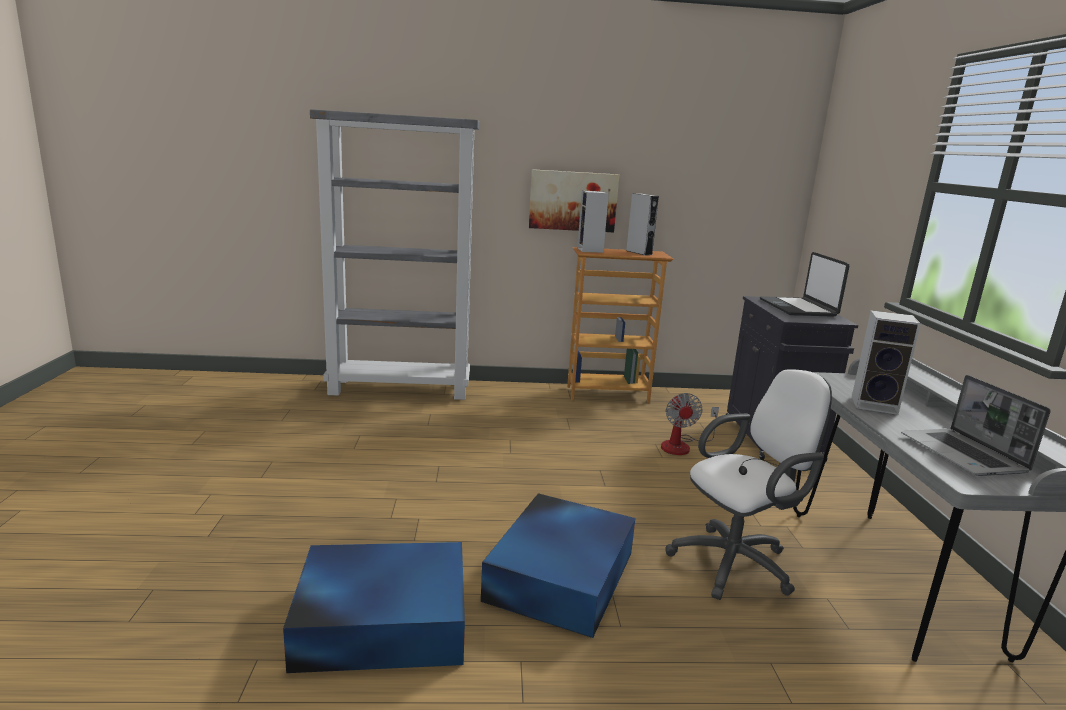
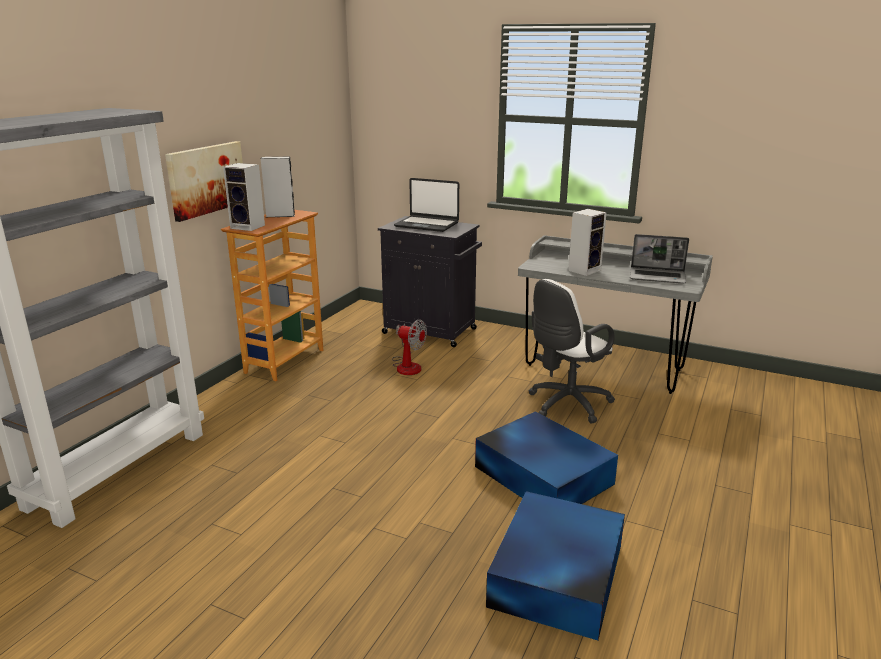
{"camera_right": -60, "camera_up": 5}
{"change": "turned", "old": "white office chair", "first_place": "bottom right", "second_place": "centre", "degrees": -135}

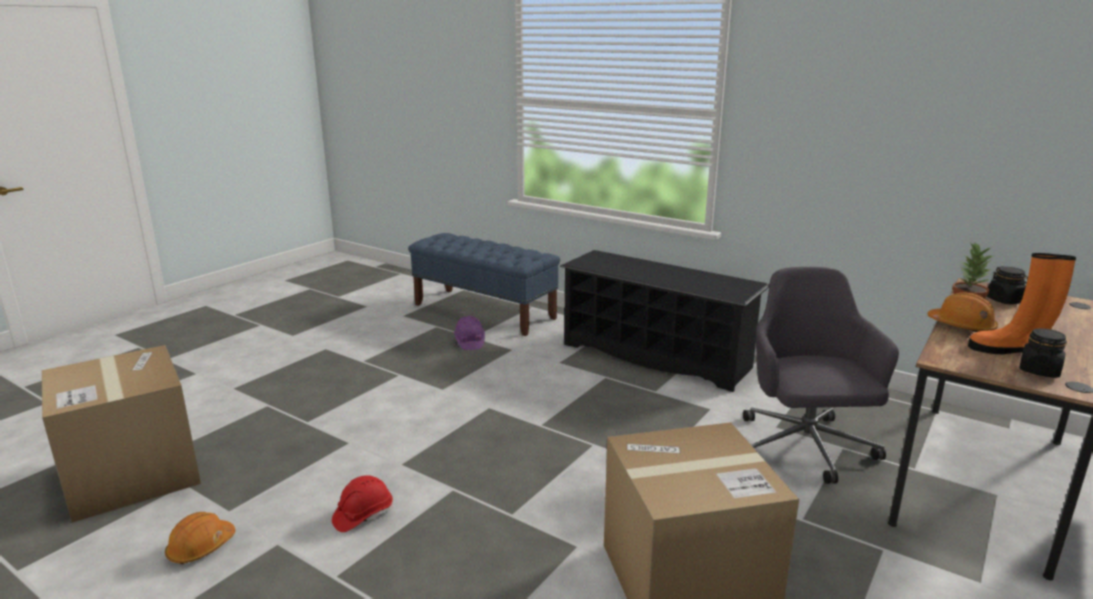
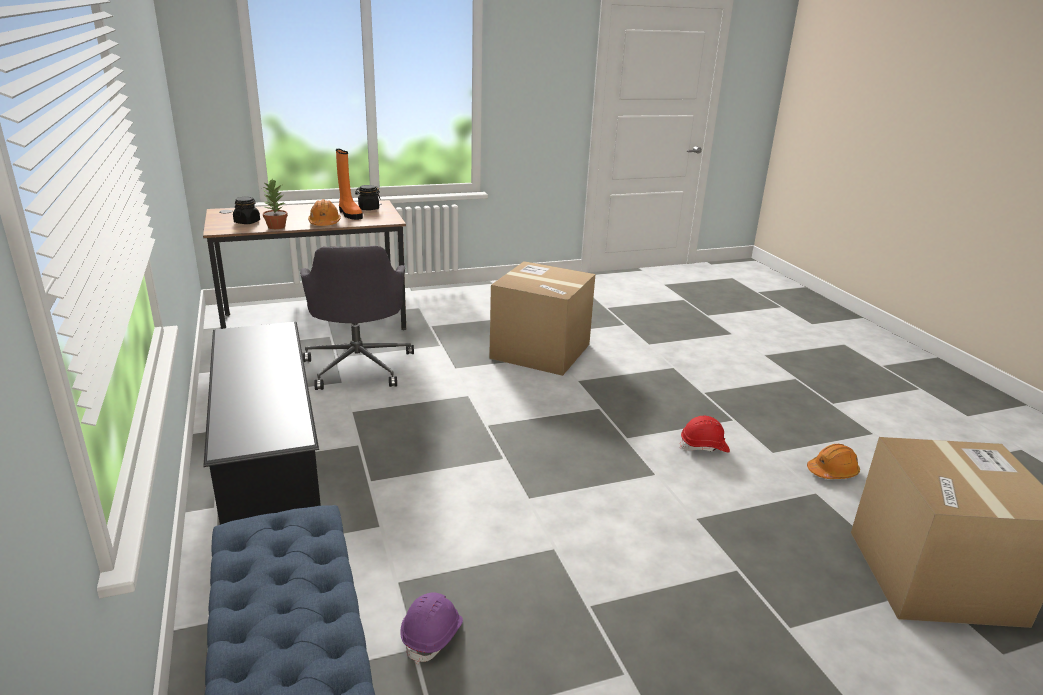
{"camera_right": -145, "camera_up": 5}
{"change": "turned", "old": "grey office chair", "first_place": "middle right", "second_place": "centre", "degrees": -45}

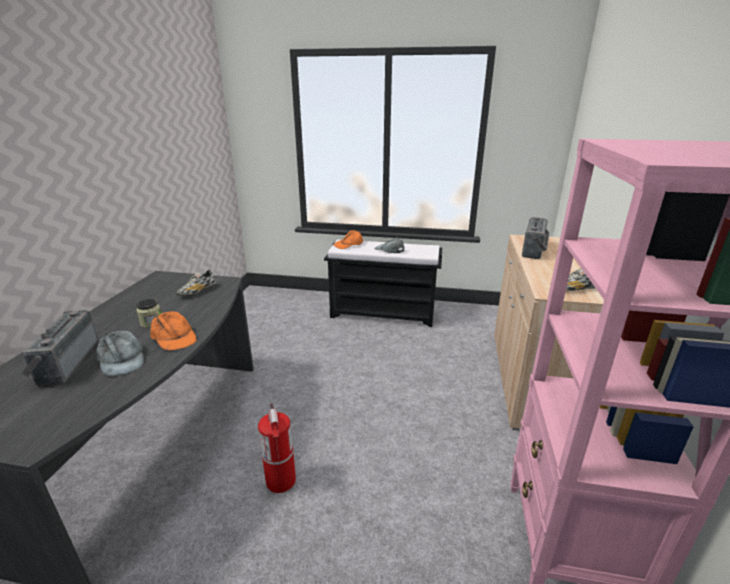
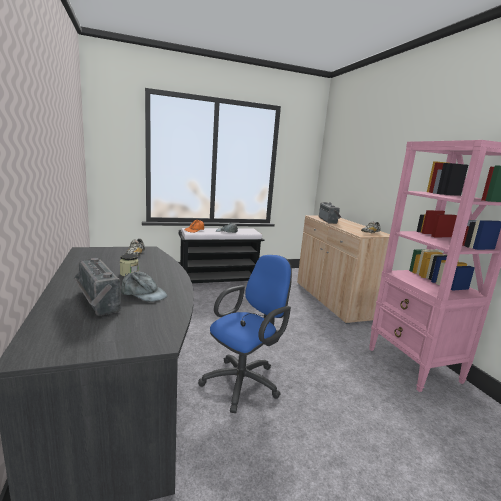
{"camera_right": -30, "camera_up": -10}
{"change": "removed", "old": "orange cap (1st from left)", "first_place": "middle left"}
{"change": "replaced", "old": "fire extinguisher", "new": "blue office chair", "first_place": "bottom centre", "second_place": "bottom centre"}

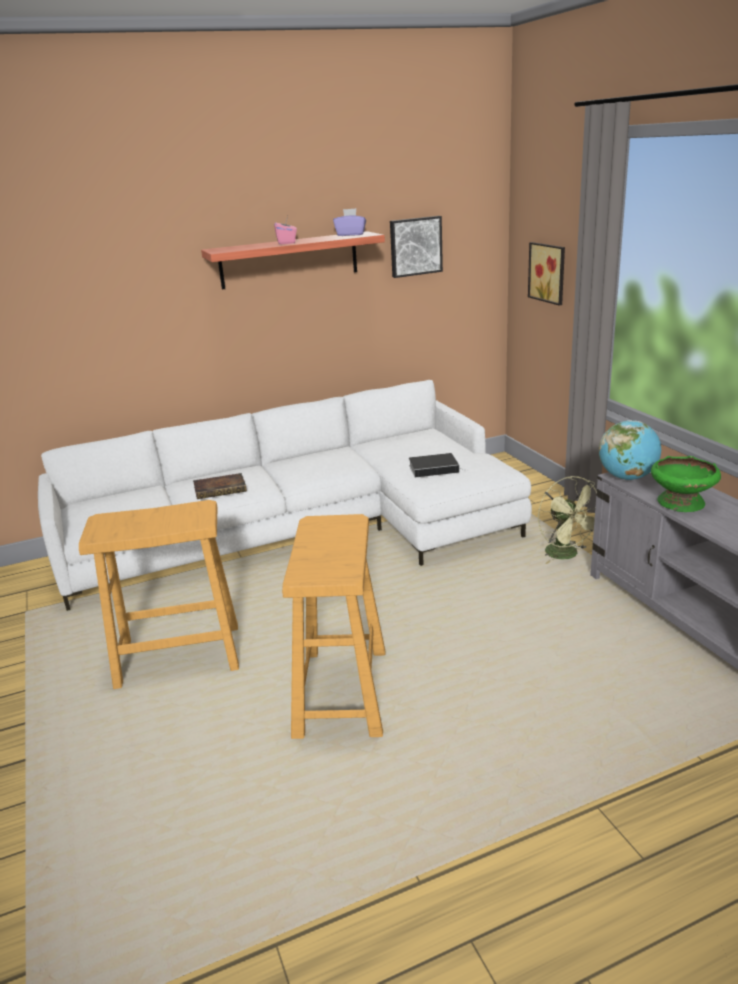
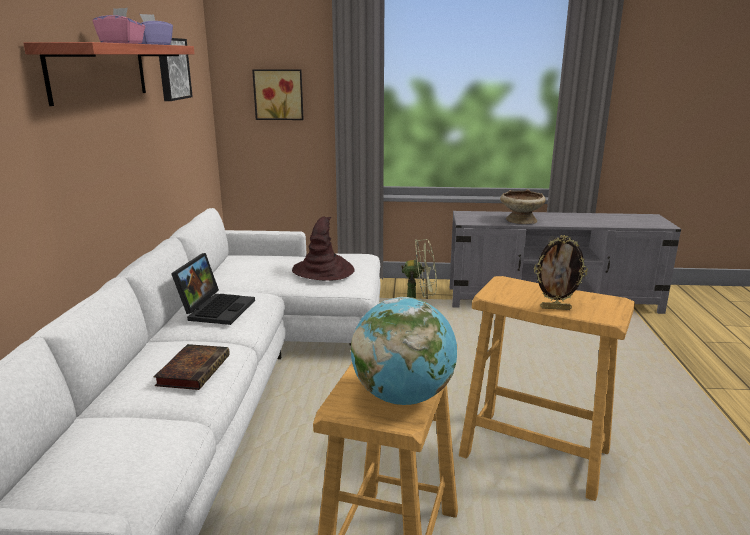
{"camera_right": -65, "camera_up": -5}
{"change": "moved", "old": "globe", "first_place": "middle right", "second_place": "centre"}
{"change": "replaced", "old": "book (2nd from left)", "new": "brown hat", "first_place": "centre", "second_place": "centre"}
{"change": "recoloured", "old": "green bowl", "new": "beige bowl", "first_place": "middle right", "second_place": "middle right"}
{"change": "added", "new": "picture frame", "second_place": "middle right"}
{"change": "added", "new": "laptop", "second_place": "middle left"}

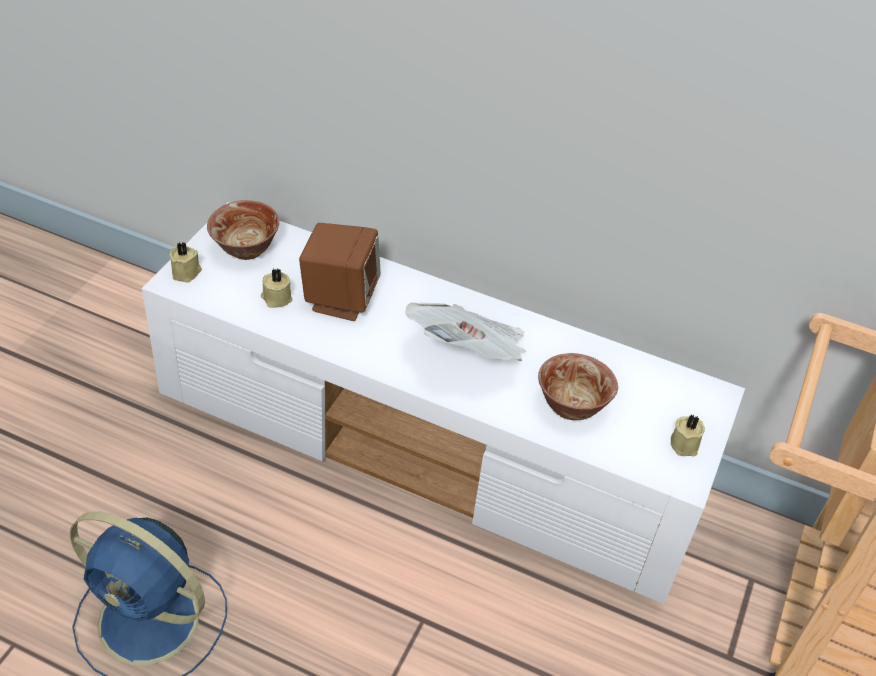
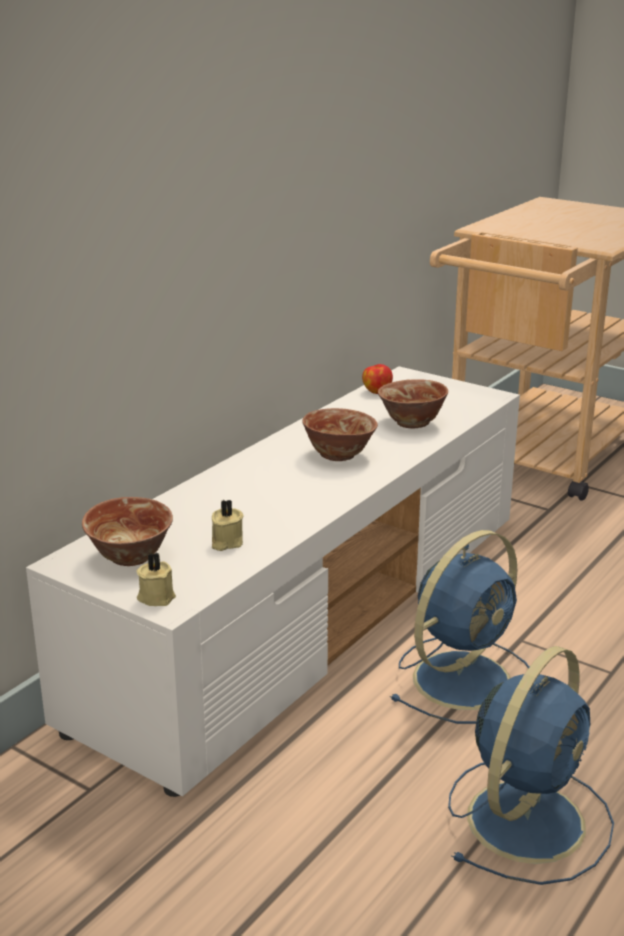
{"camera_right": -75, "camera_up": -20}
{"change": "removed", "old": "brown speaker", "first_place": "centre"}
{"change": "replaced", "old": "newspaper", "new": "bowl (2nd from left)", "first_place": "centre", "second_place": "centre"}
{"change": "removed", "old": "beige candle (3rd from left)", "first_place": "middle right"}
{"change": "added", "new": "apple", "second_place": "centre"}
{"change": "added", "new": "blue fan (1st from left)", "second_place": "bottom right"}

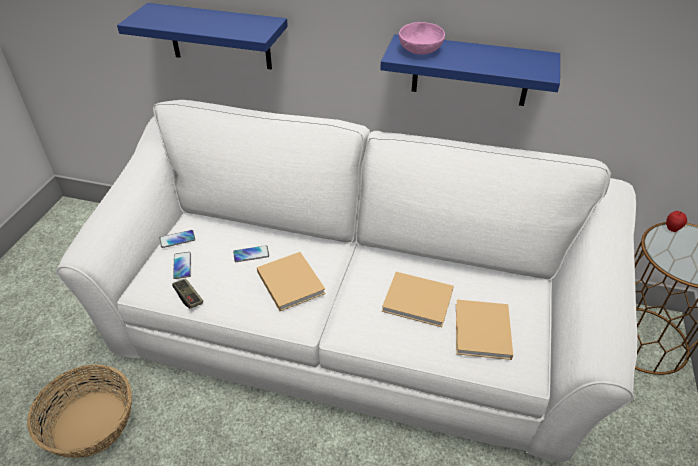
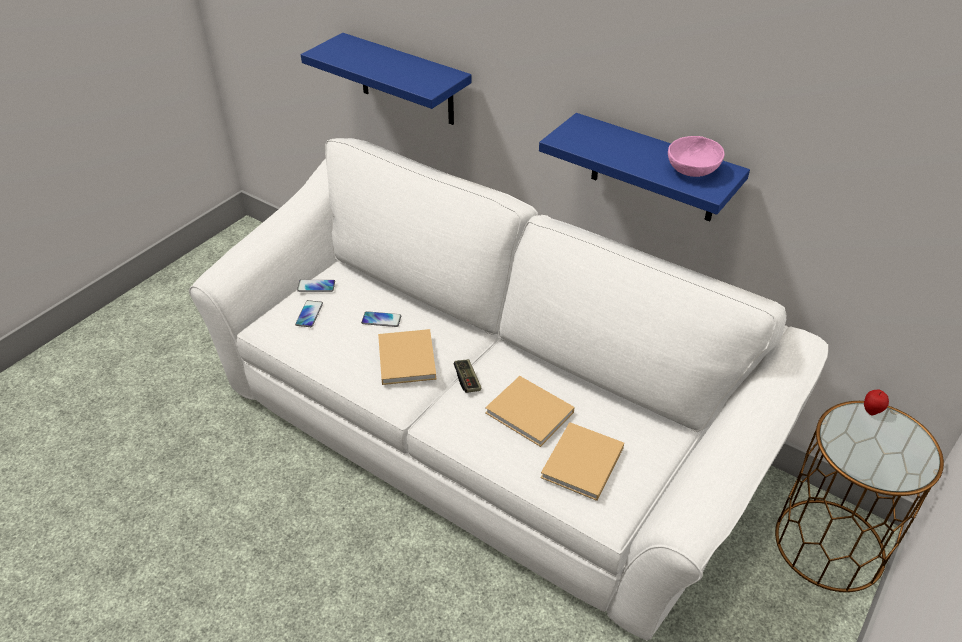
{"camera_right": 20, "camera_up": 0}
{"change": "moved", "old": "pink bowl", "first_place": "top centre", "second_place": "top right"}
{"change": "moved", "old": "game controller", "first_place": "middle left", "second_place": "centre"}
{"change": "removed", "old": "basket", "first_place": "bottom left"}

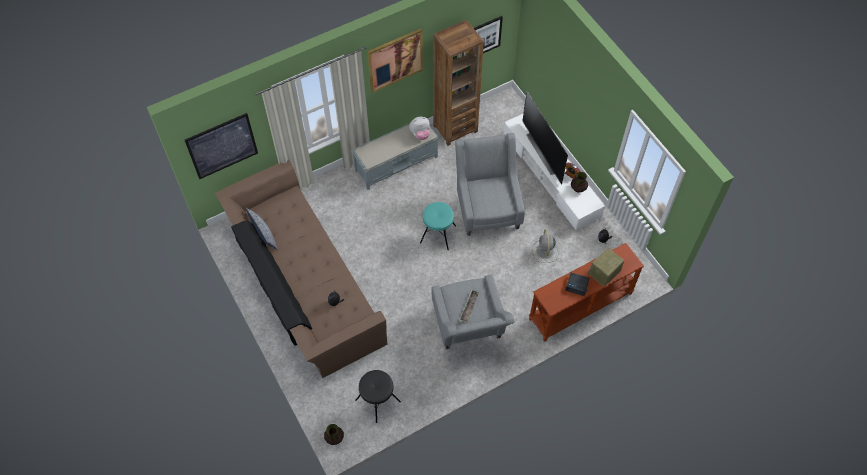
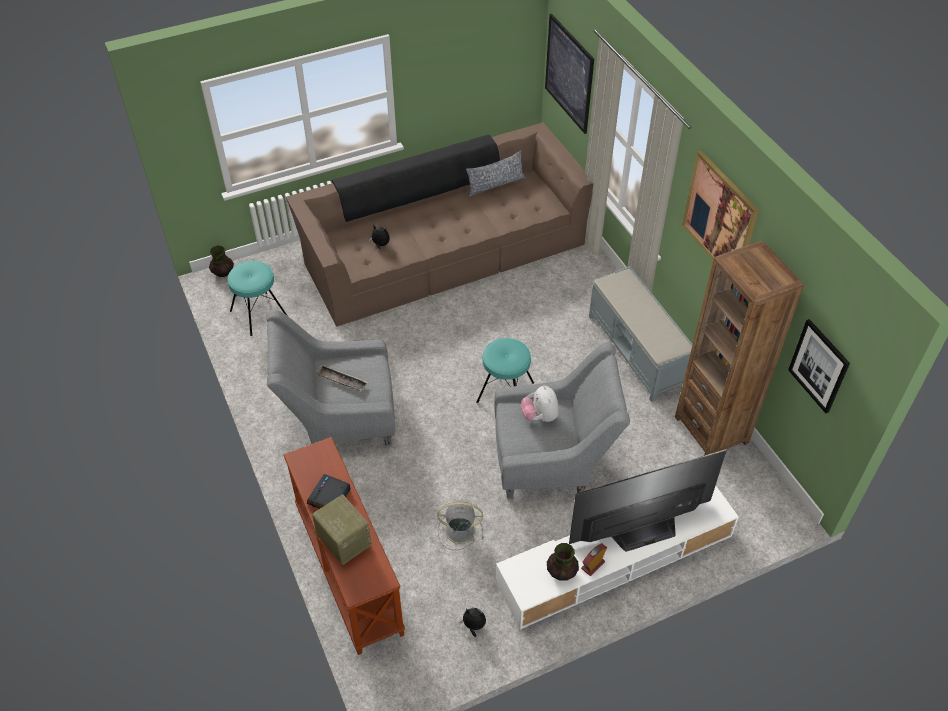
{"camera_right": 95, "camera_up": -10}
{"change": "moved", "old": "plush toy (2nd from left in the first image)", "new": "plush toy (3rd from left)", "first_place": "top centre", "second_place": "centre"}
{"change": "recoloured", "old": "black stool", "new": "turquoise stool (1st from left)", "first_place": "bottom centre", "second_place": "middle left"}

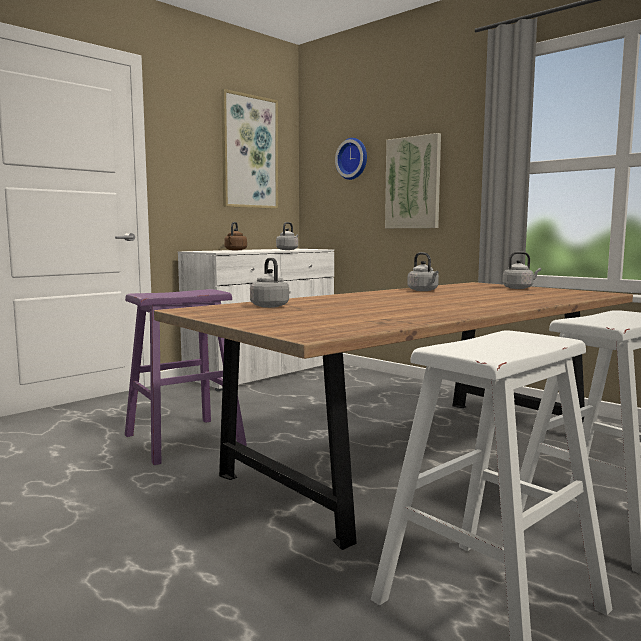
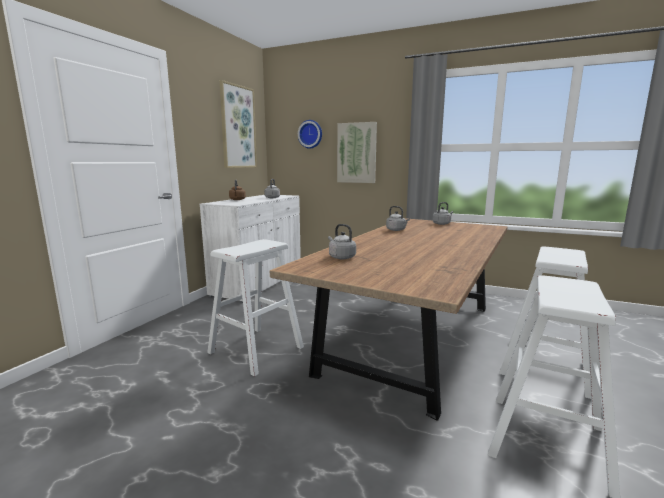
{"camera_right": -20, "camera_up": 5}
{"change": "recoloured", "old": "purple stool", "new": "white stool (1st from left)", "first_place": "middle left", "second_place": "centre"}

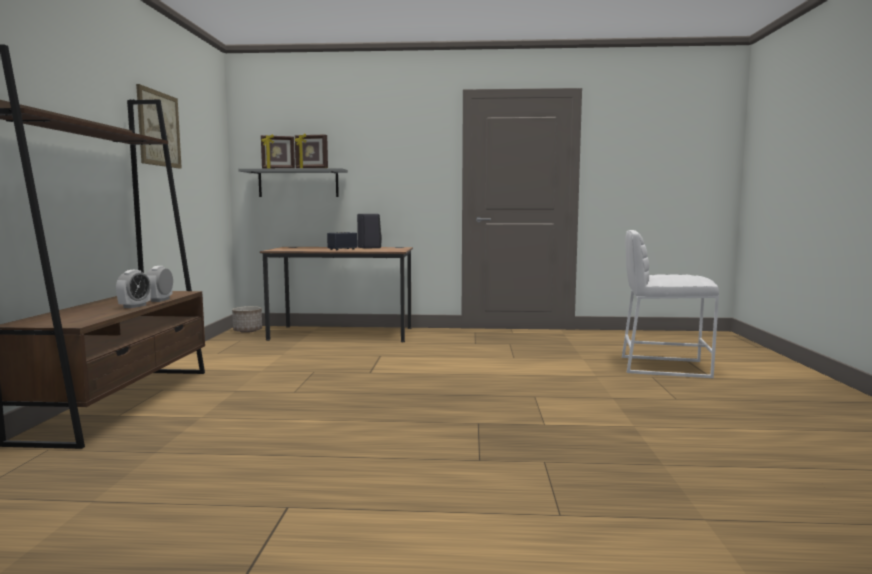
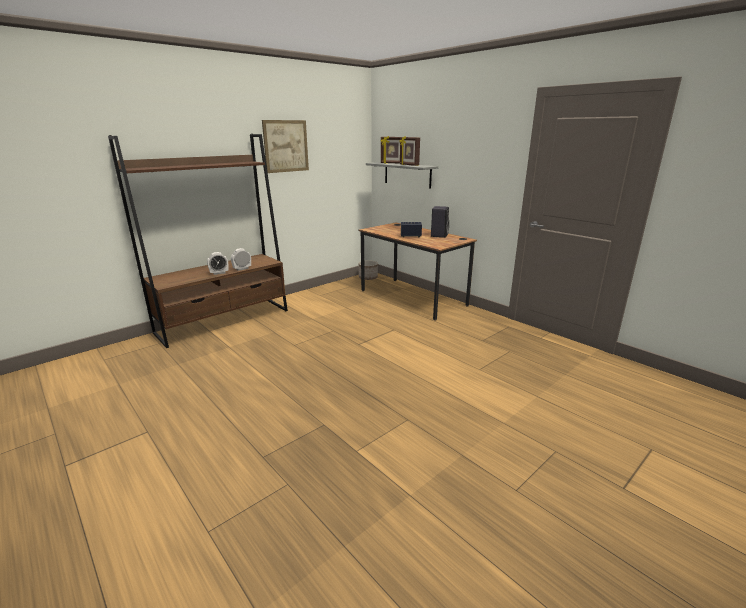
{"camera_right": 45, "camera_up": 15}
{"change": "removed", "old": "white stool", "first_place": "middle right"}

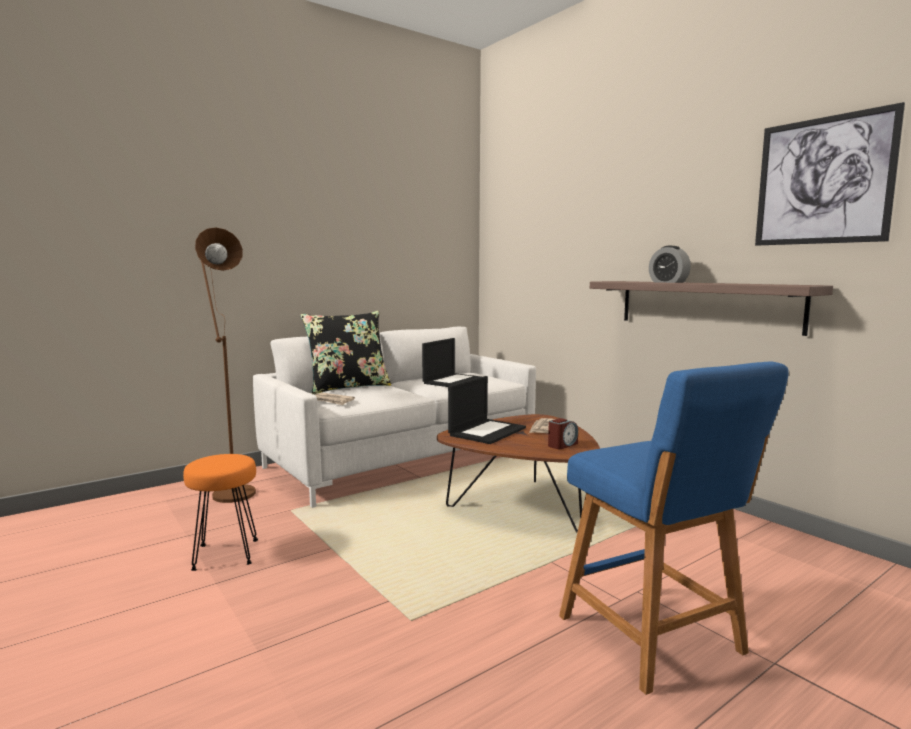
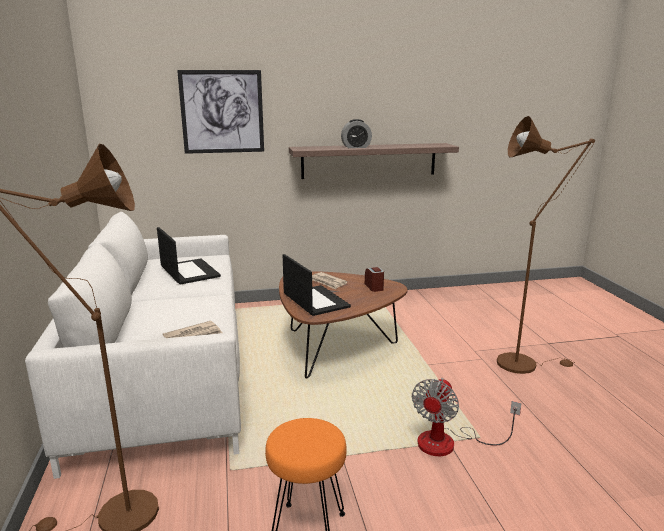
{"camera_right": -65, "camera_up": 10}
{"change": "moved", "old": "picture", "first_place": "top right", "second_place": "top left"}
{"change": "removed", "old": "black pillow", "first_place": "centre"}
{"change": "replaced", "old": "blue stool", "new": "brown floor lamp (2nd from left)", "first_place": "bottom right", "second_place": "middle right"}
{"change": "added", "new": "fan", "second_place": "bottom right"}

